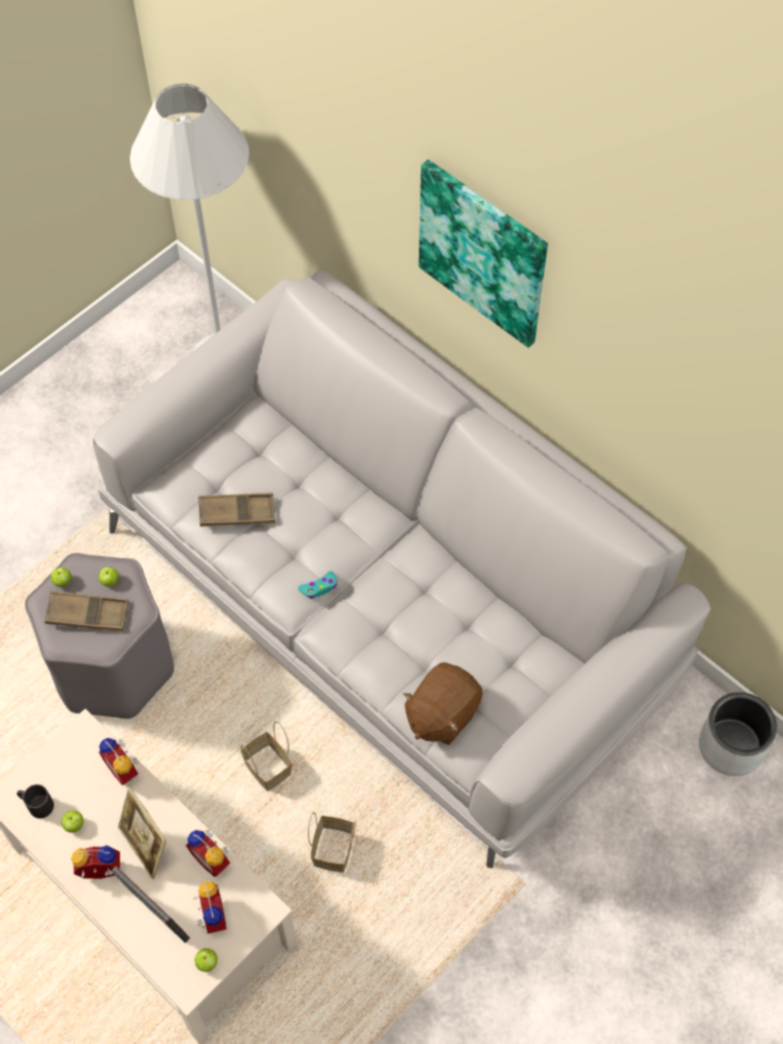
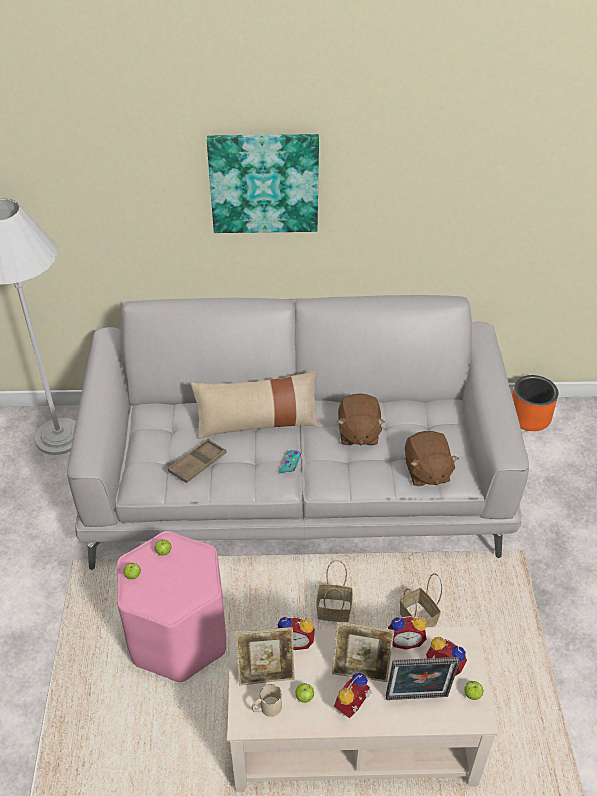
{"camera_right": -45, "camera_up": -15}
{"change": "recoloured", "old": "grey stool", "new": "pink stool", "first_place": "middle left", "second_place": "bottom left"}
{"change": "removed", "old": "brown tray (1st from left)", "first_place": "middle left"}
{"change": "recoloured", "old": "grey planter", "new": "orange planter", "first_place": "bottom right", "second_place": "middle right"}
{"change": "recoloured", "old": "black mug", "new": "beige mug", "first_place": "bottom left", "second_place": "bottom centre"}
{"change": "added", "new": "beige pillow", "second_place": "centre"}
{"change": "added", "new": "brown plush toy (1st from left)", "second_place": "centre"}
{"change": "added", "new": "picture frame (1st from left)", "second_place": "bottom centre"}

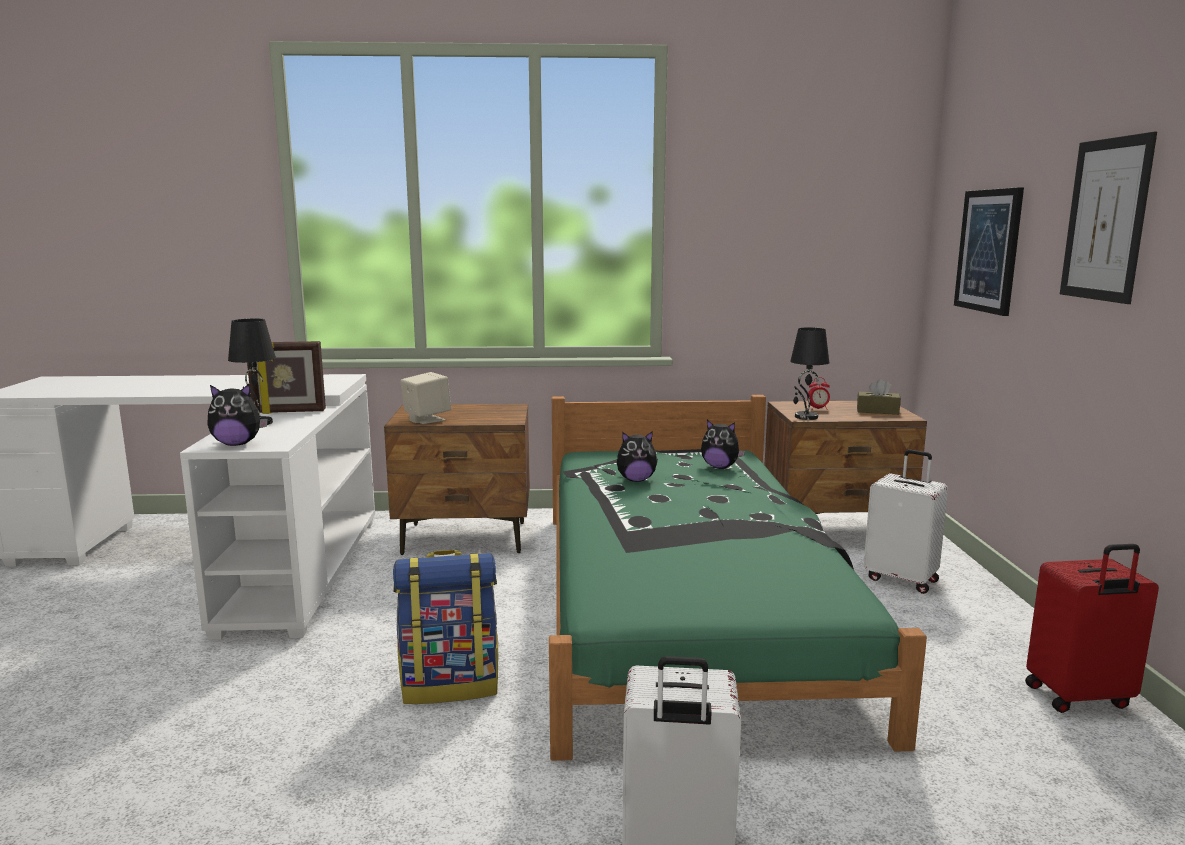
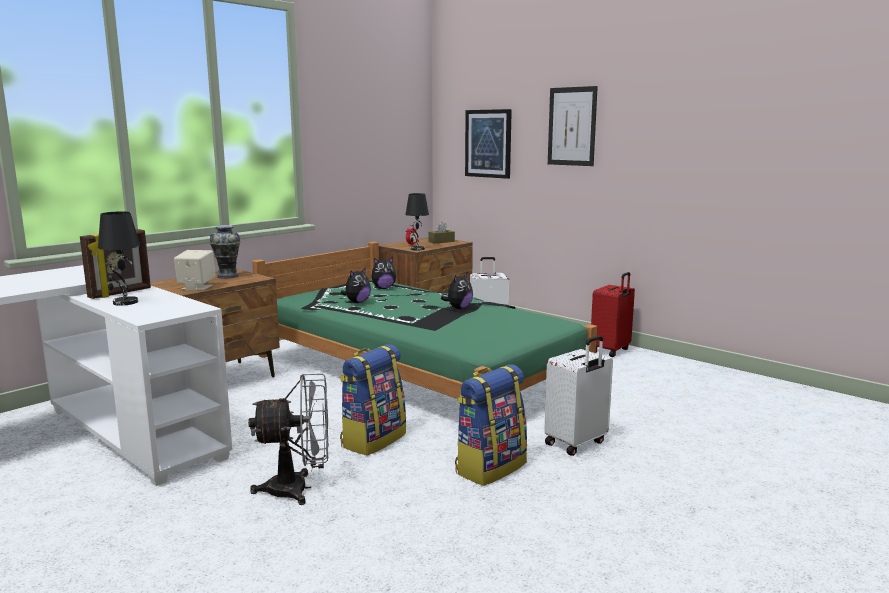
{"camera_right": -45, "camera_up": 0}
{"change": "moved", "old": "plush toy (1st from left in the first image)", "new": "plush toy (3rd from left)", "first_place": "middle left", "second_place": "centre"}
{"change": "added", "new": "vase", "second_place": "middle left"}
{"change": "added", "new": "backpack (2nd from left)", "second_place": "bottom centre"}
{"change": "added", "new": "grey fan", "second_place": "bottom left"}

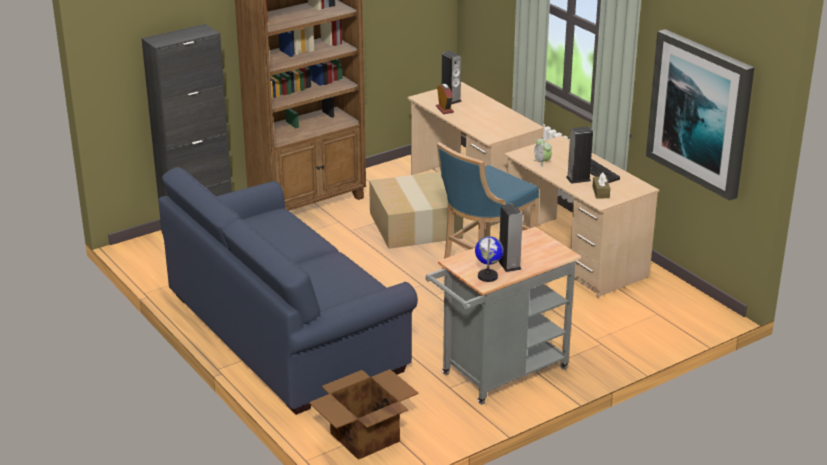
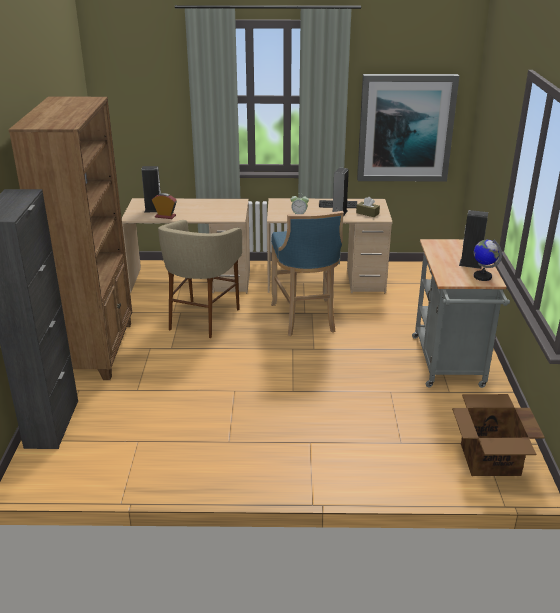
{"camera_right": -55, "camera_up": 0}
{"change": "removed", "old": "blue sofa", "first_place": "centre"}
{"change": "replaced", "old": "cardboard box (2nd from left)", "new": "beige stool", "first_place": "centre", "second_place": "centre"}

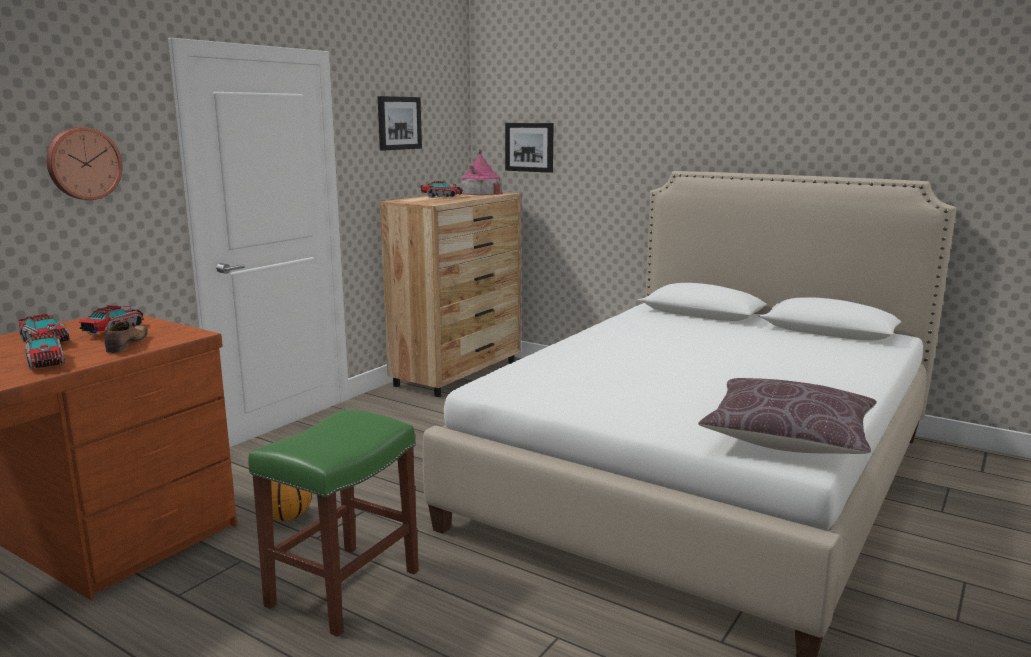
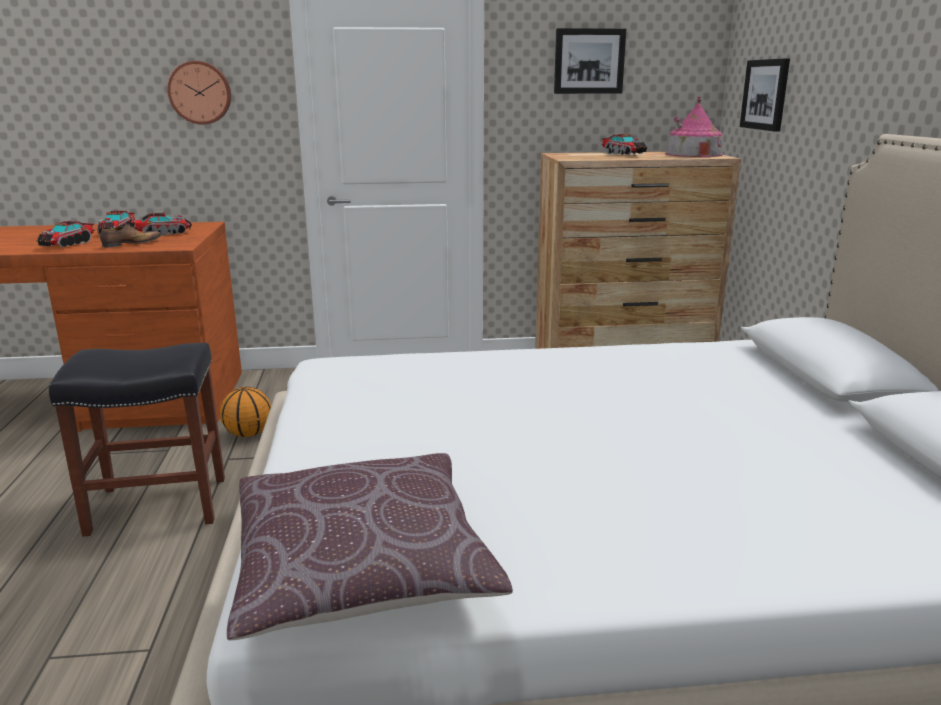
{"camera_right": 50, "camera_up": 5}
{"change": "recoloured", "old": "green stool", "new": "black stool", "first_place": "bottom left", "second_place": "middle left"}

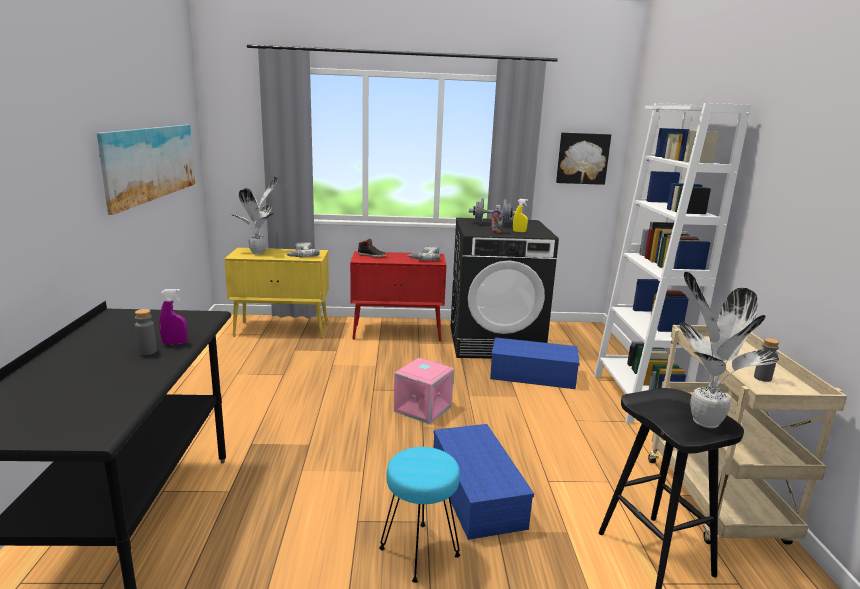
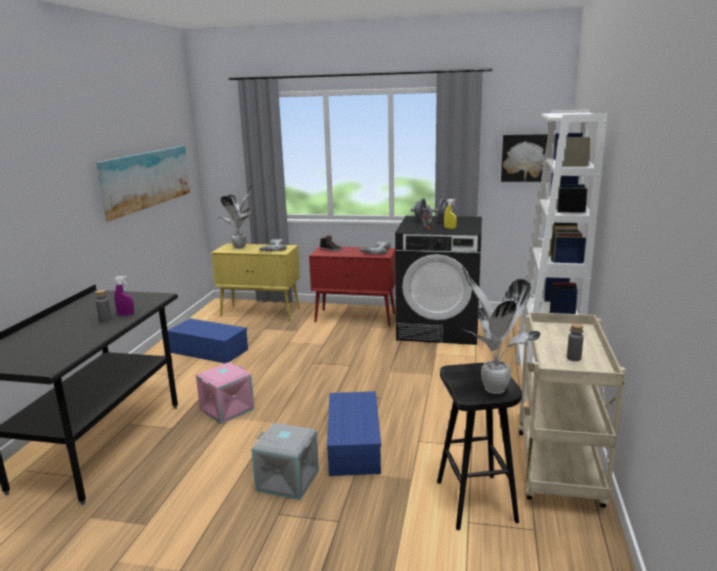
{"camera_right": 15, "camera_up": 0}
{"change": "moved", "old": "blue storage box (2nd from left in the first image)", "new": "blue storage box (1st from left)", "first_place": "centre", "second_place": "middle left"}
{"change": "moved", "old": "pink storage box", "first_place": "centre", "second_place": "bottom left"}
{"change": "replaced", "old": "turquoise stool", "new": "grey storage box", "first_place": "bottom centre", "second_place": "bottom centre"}

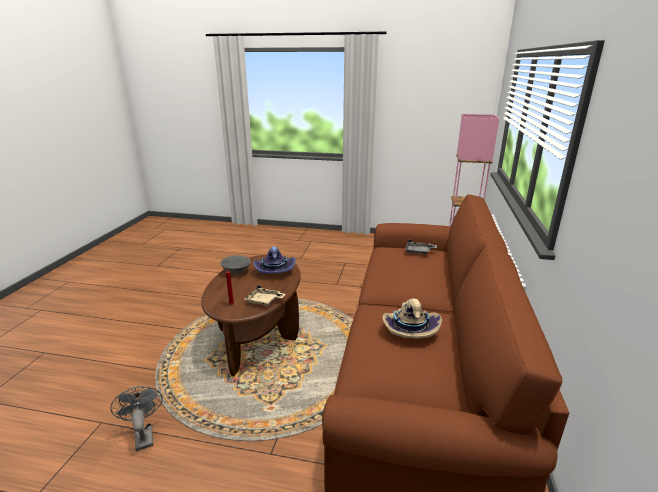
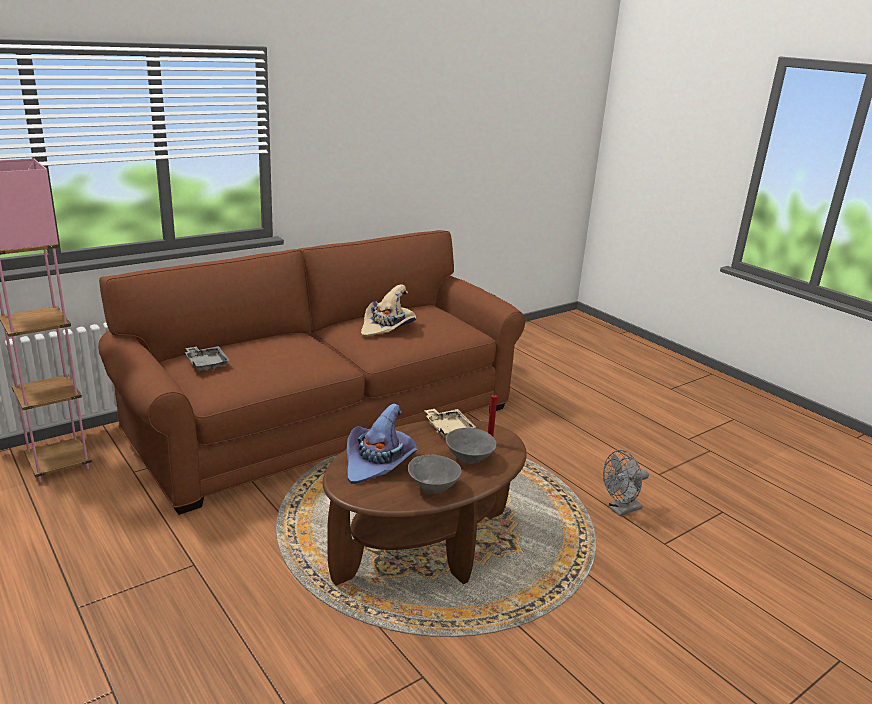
{"camera_right": -140, "camera_up": 0}
{"change": "turned", "old": "grey fan", "first_place": "bottom left", "second_place": "bottom right", "degrees": 45}
{"change": "added", "new": "grey bowl (2nd from left)", "second_place": "centre"}

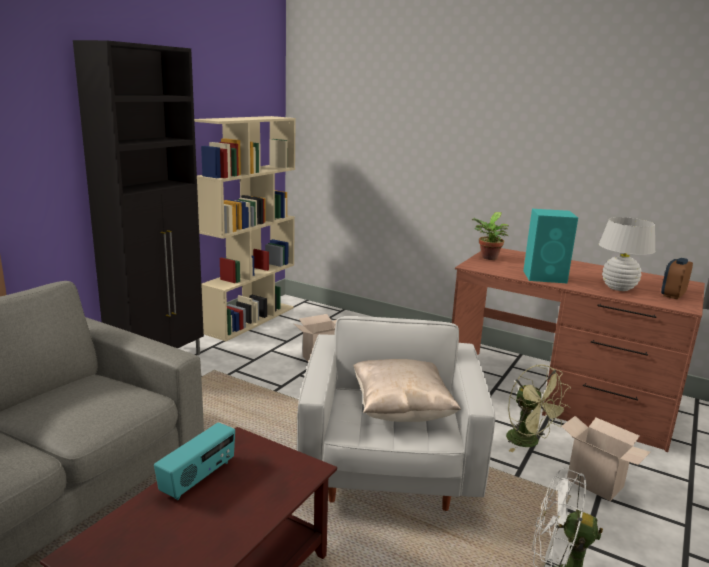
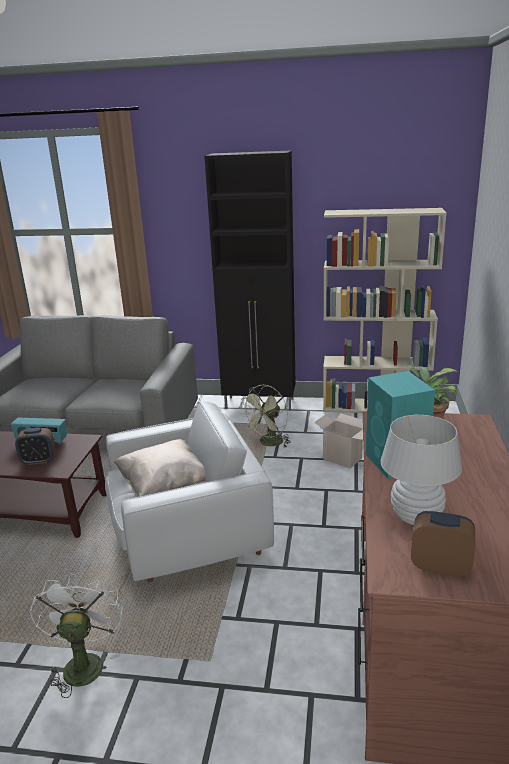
{"camera_right": 70, "camera_up": 5}
{"change": "moved", "old": "green fan", "first_place": "bottom right", "second_place": "centre"}
{"change": "removed", "old": "cardboard box (2nd from left)", "first_place": "bottom right"}
{"change": "added", "new": "alarm clock (1st from left)", "second_place": "middle left"}

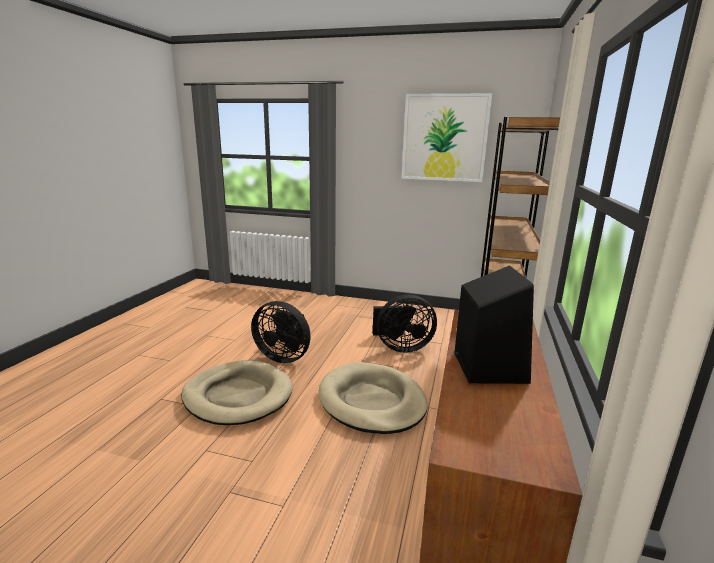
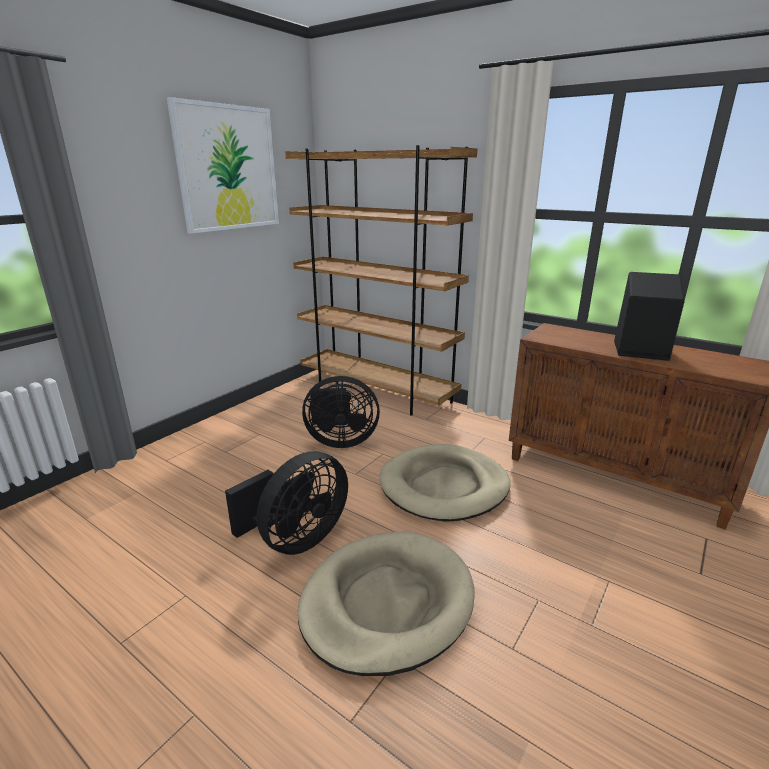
{"camera_right": -70, "camera_up": 5}
{"change": "turned", "old": "black fan (2nd from left)", "first_place": "centre", "second_place": "centre", "degrees": 75}

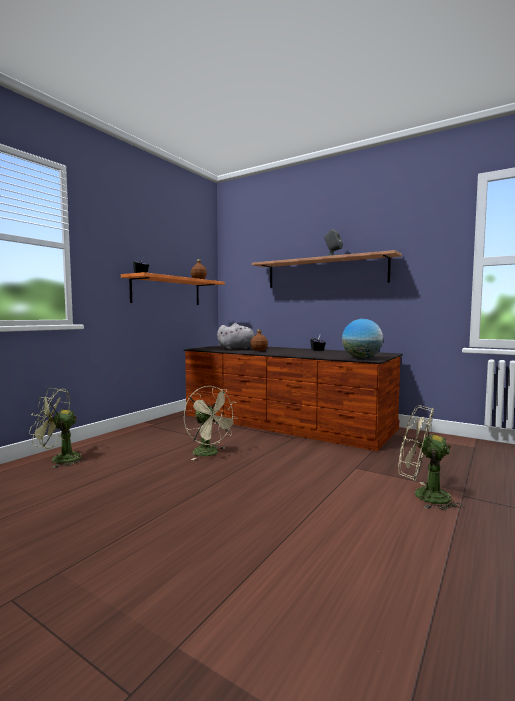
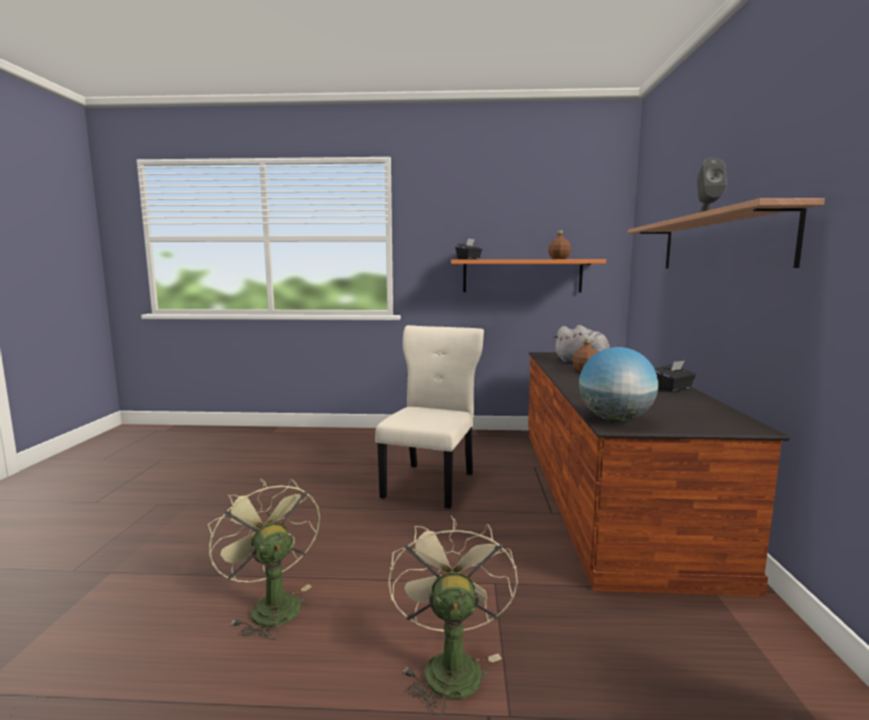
{"camera_right": 60, "camera_up": 5}
{"change": "replaced", "old": "beige fan (1st from left)", "new": "beige chair", "first_place": "centre", "second_place": "centre"}
{"change": "moved", "old": "green fan", "first_place": "middle left", "second_place": "bottom left"}

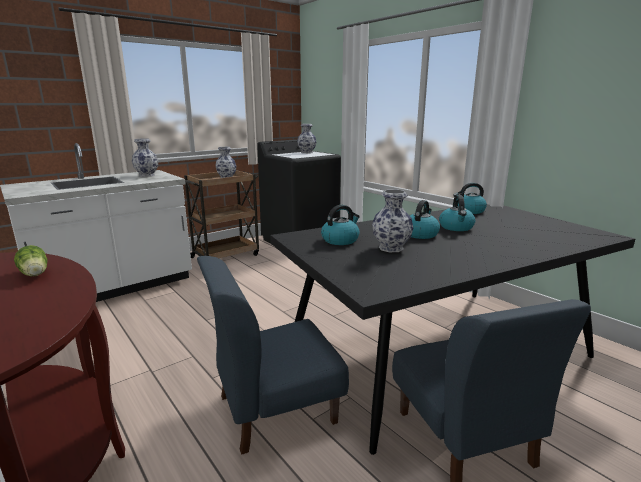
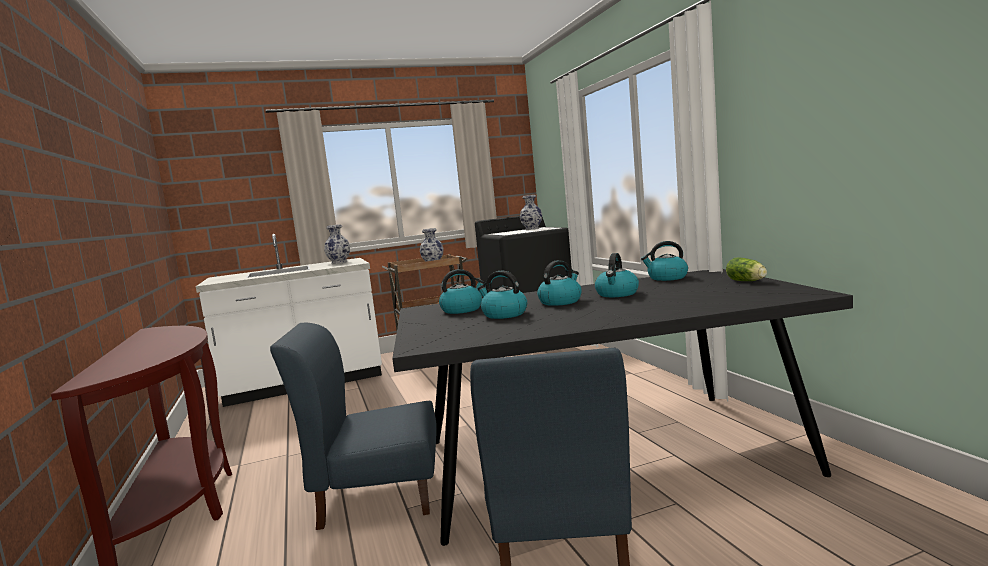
{"camera_right": 20, "camera_up": -10}
{"change": "replaced", "old": "vase (4th from left)", "new": "kettle (2nd from left)", "first_place": "centre", "second_place": "centre"}
{"change": "moved", "old": "lettuce", "first_place": "middle left", "second_place": "middle right"}

